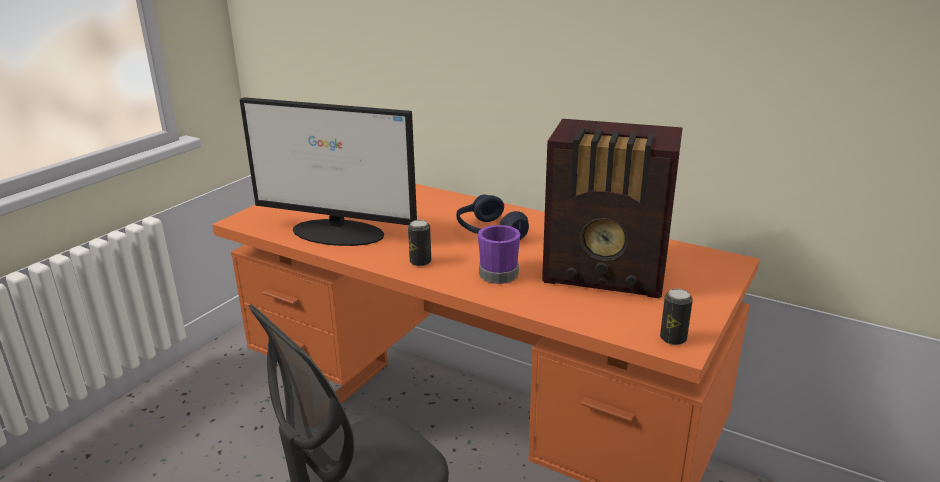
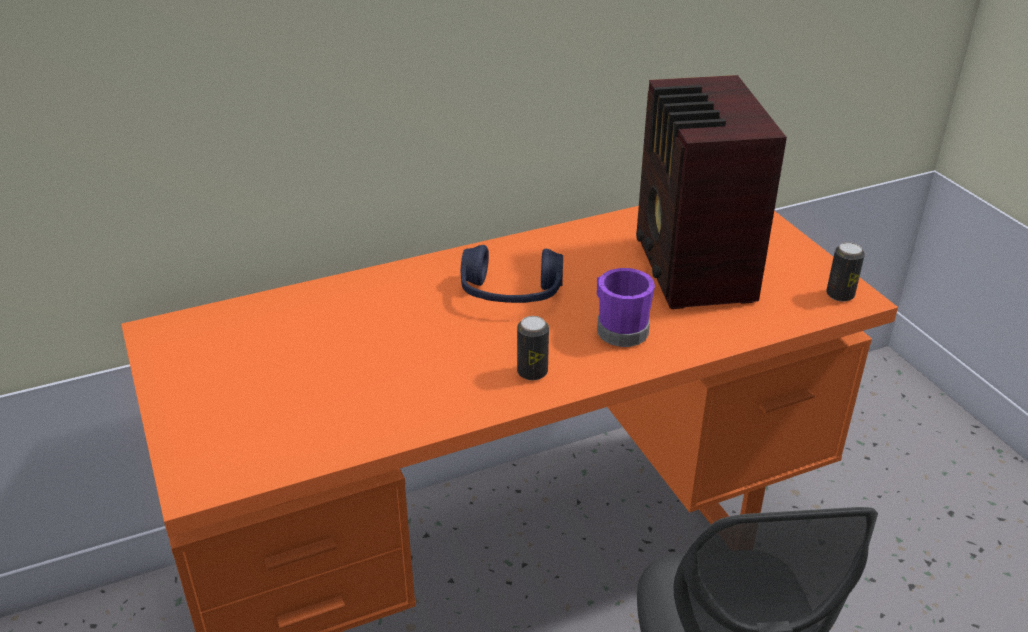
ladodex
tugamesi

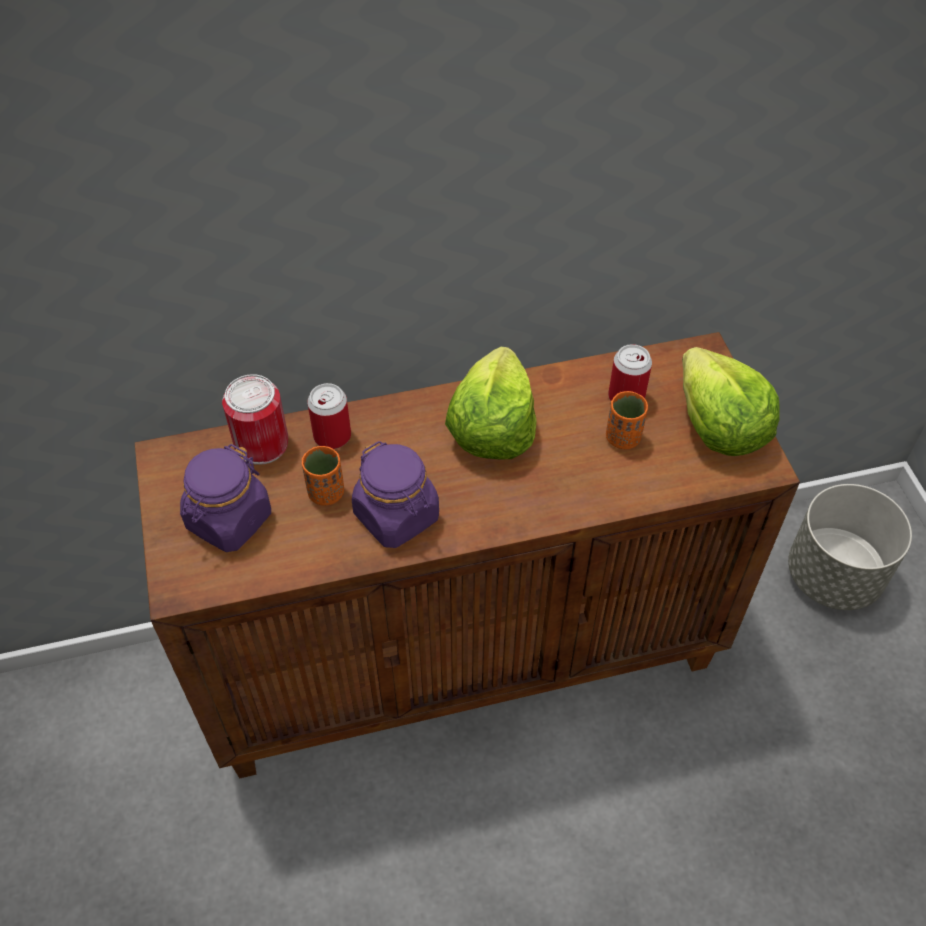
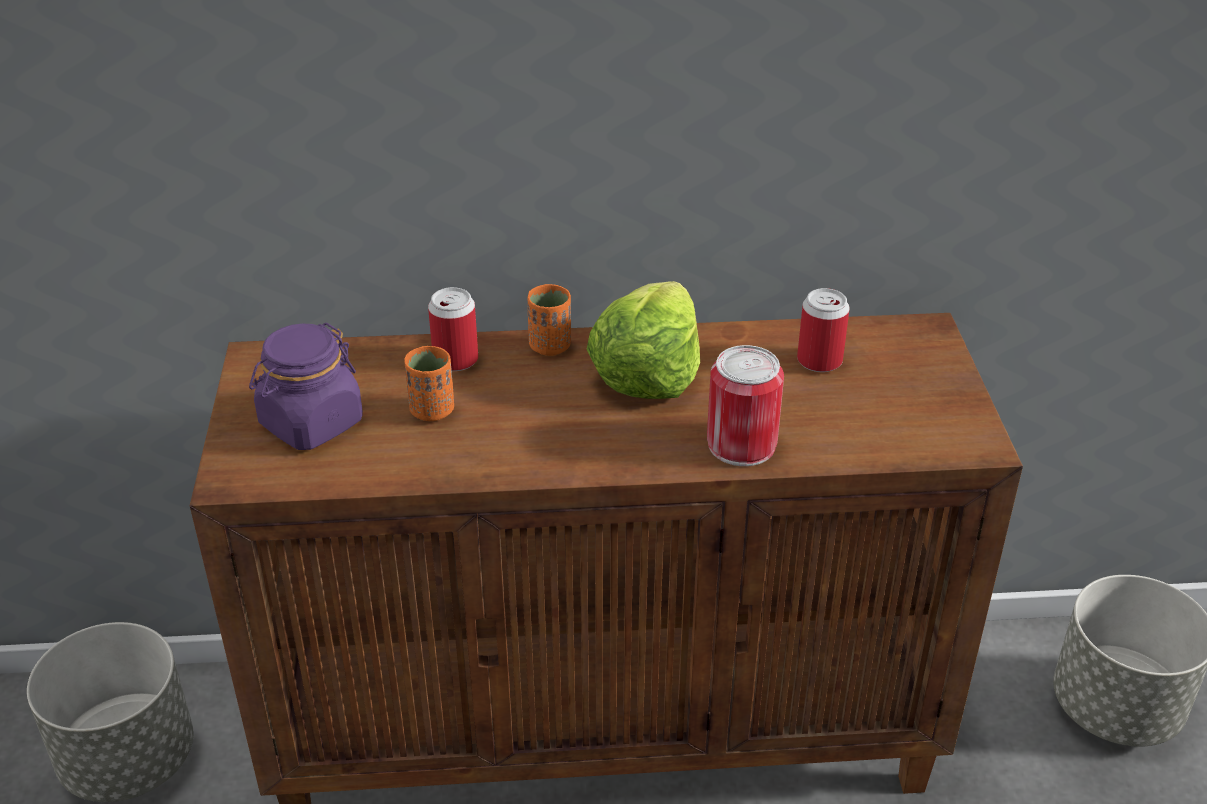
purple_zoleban (2nd from left in the first image)
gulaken (2nd from left in the first image)
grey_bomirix (1st from left)
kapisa (2nd from left)
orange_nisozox (2nd from left)

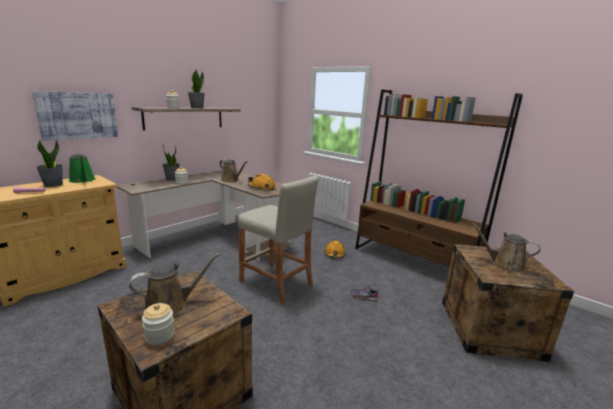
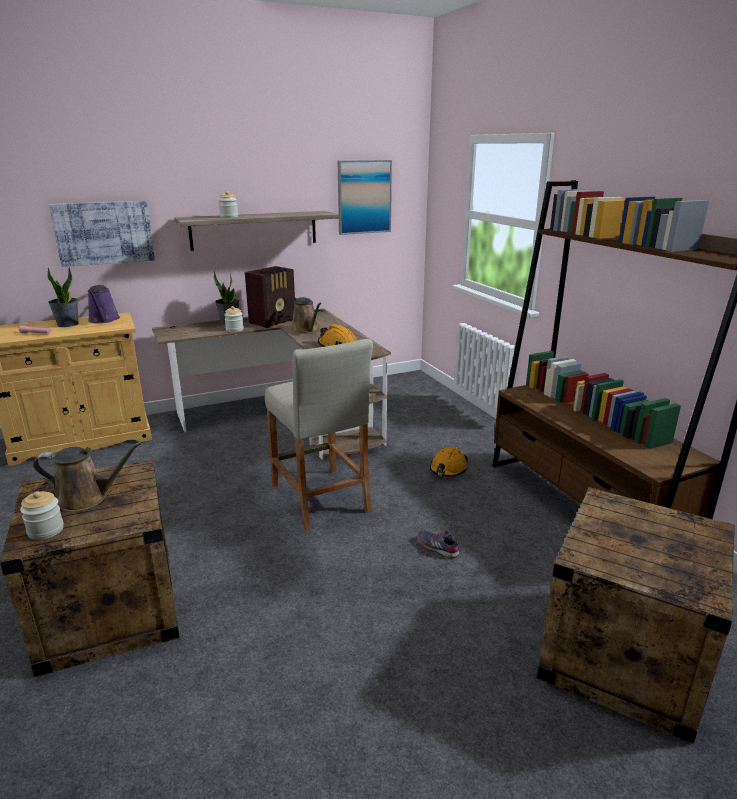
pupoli (3rd from left in the first image)
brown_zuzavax (3rd from left in the first image)
tugamesi
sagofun (2nd from left)
purple_zuzavax

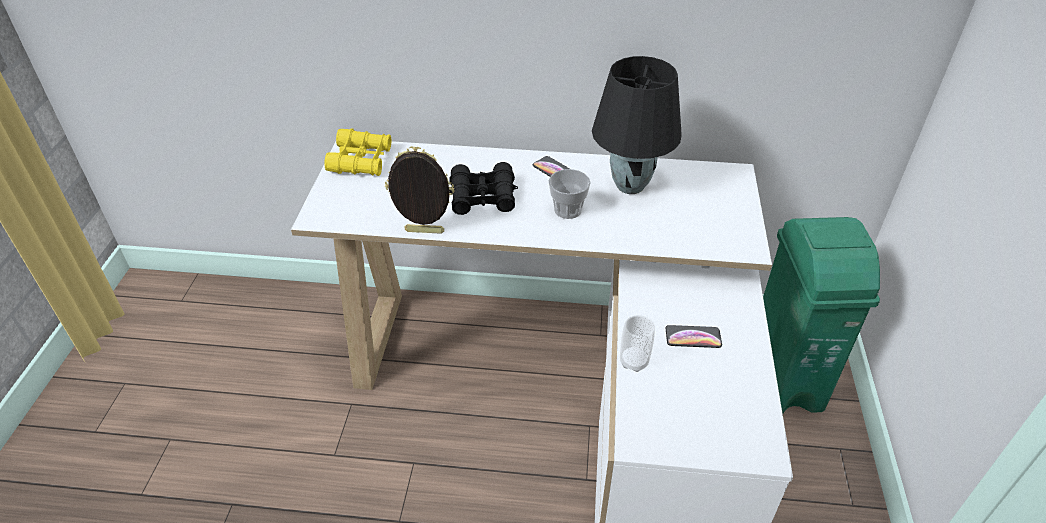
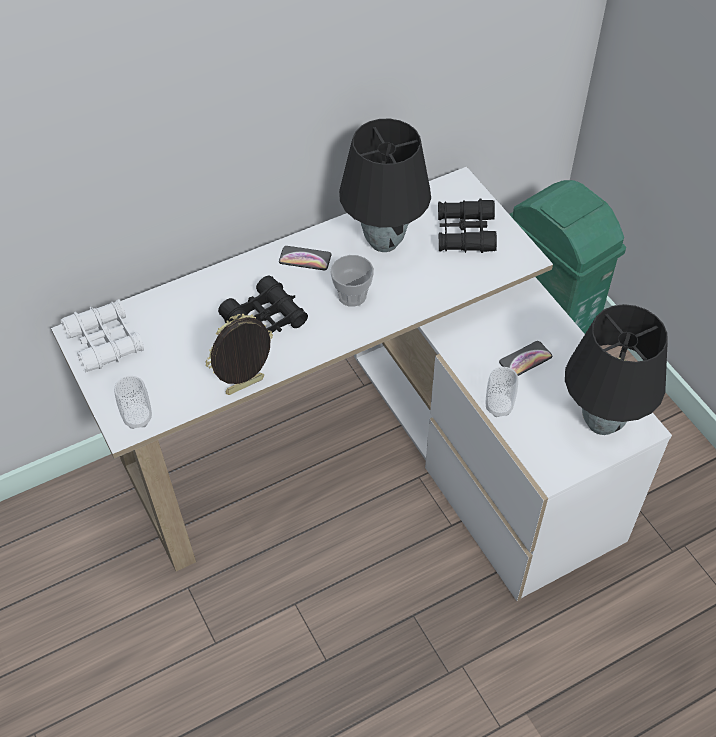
nisozox (1st from left)
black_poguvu (2nd from left)
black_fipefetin (2nd from left)
white_poguvu

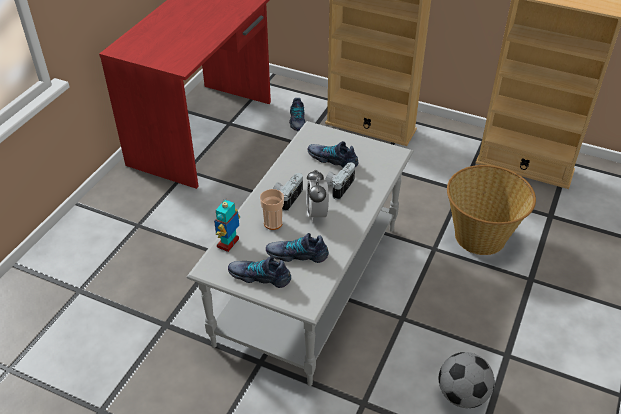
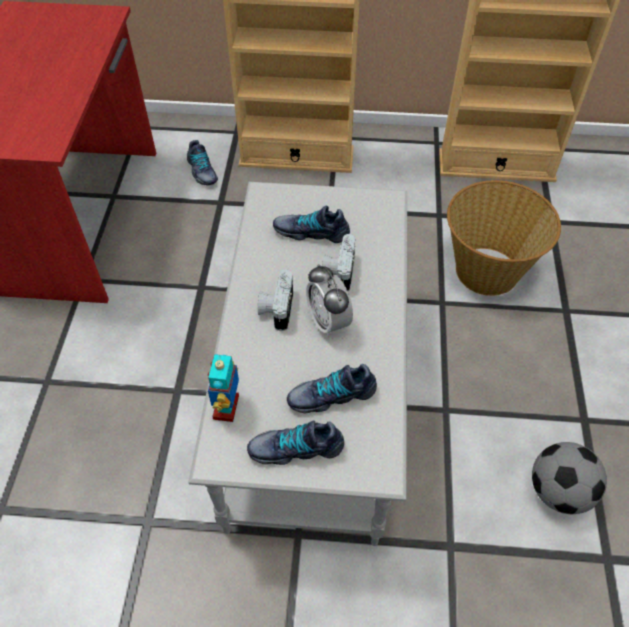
nisozox

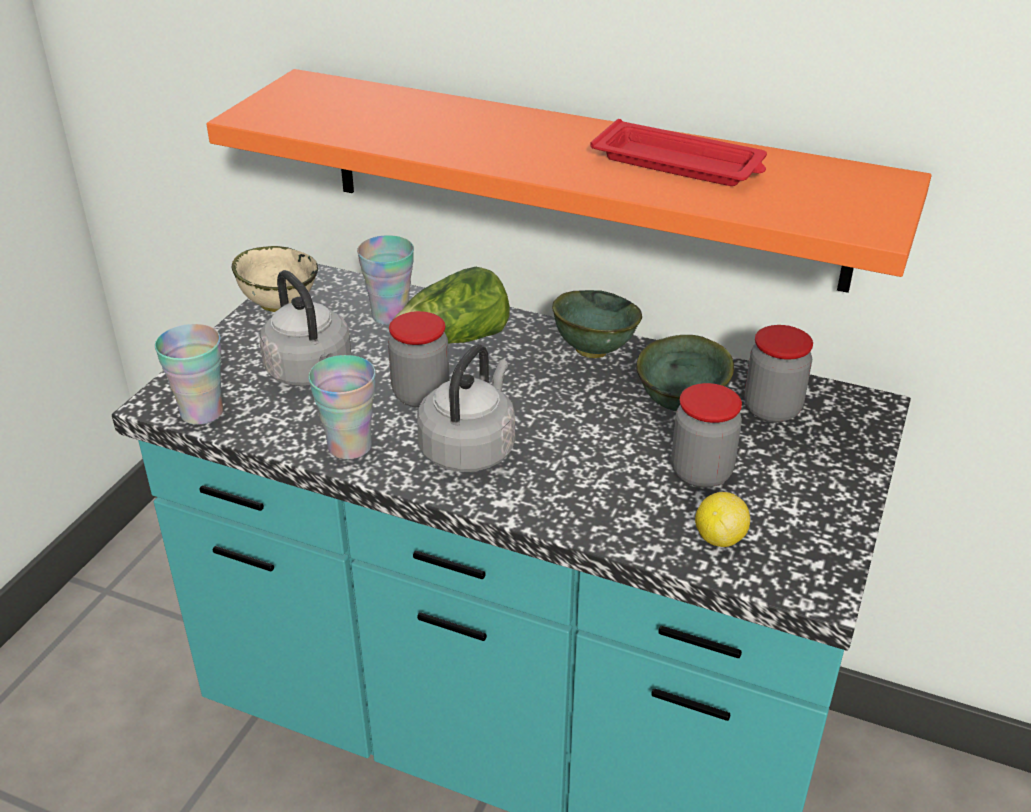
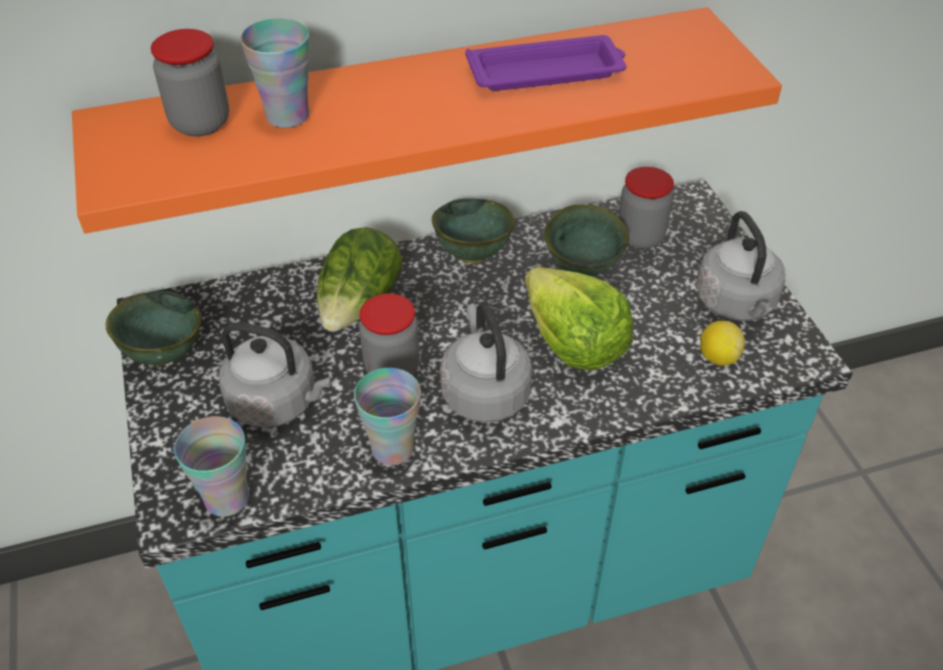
gulaken (2nd from left)
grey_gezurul (3rd from left)
nisozox (2nd from left)
zoleban (1st from left)
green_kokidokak (1st from left)
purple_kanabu

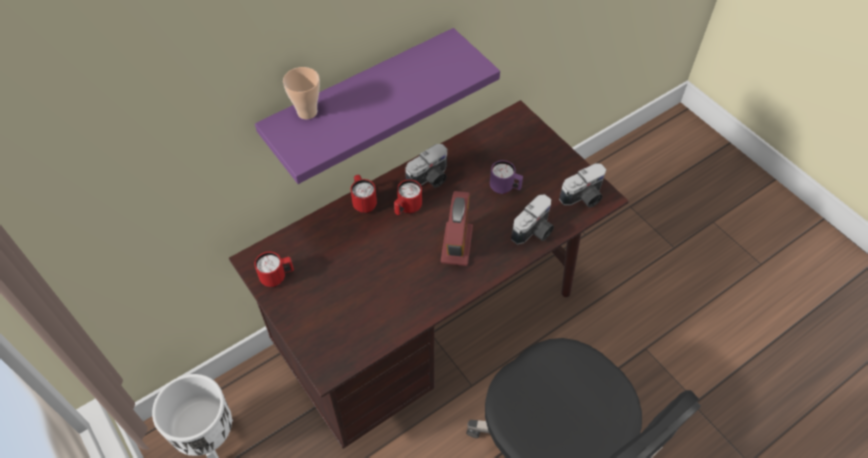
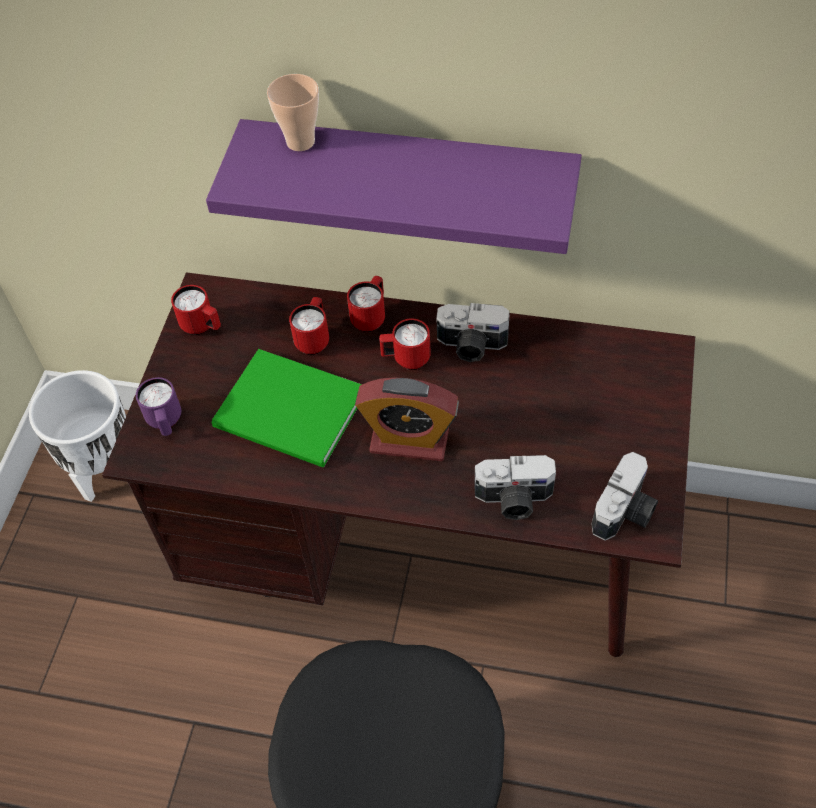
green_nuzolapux
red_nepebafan (2nd from left)
purple_nepebafan
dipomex
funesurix (3rd from left)

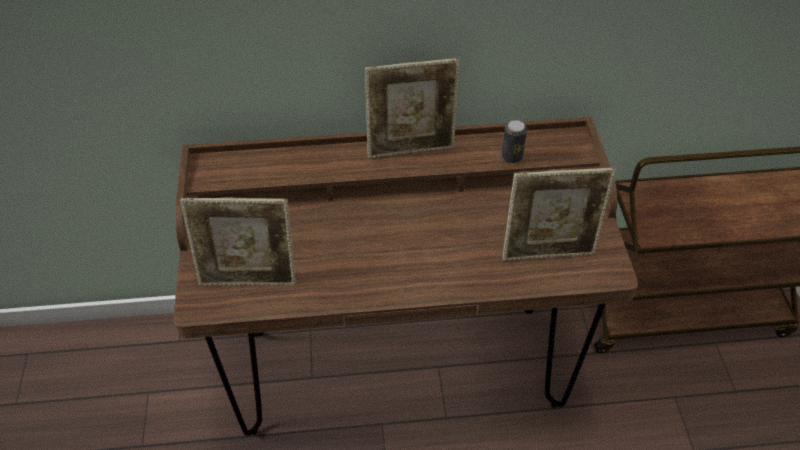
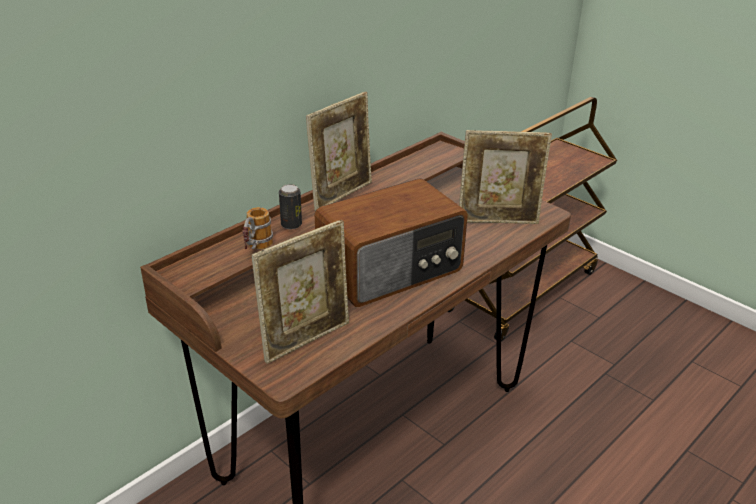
nepebafan
tugamesi
kapisa
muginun (3rd from left)

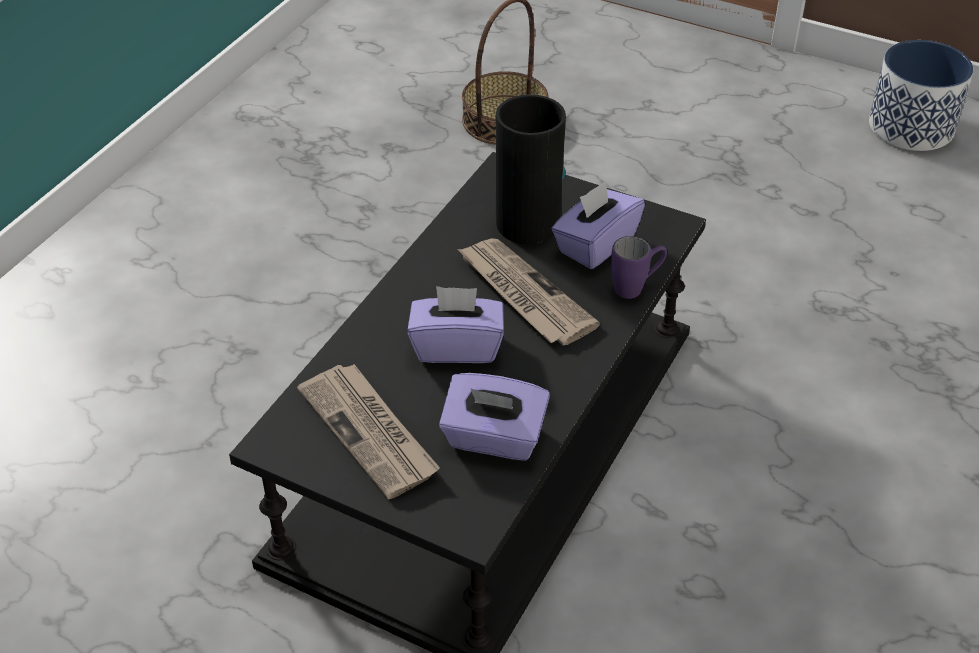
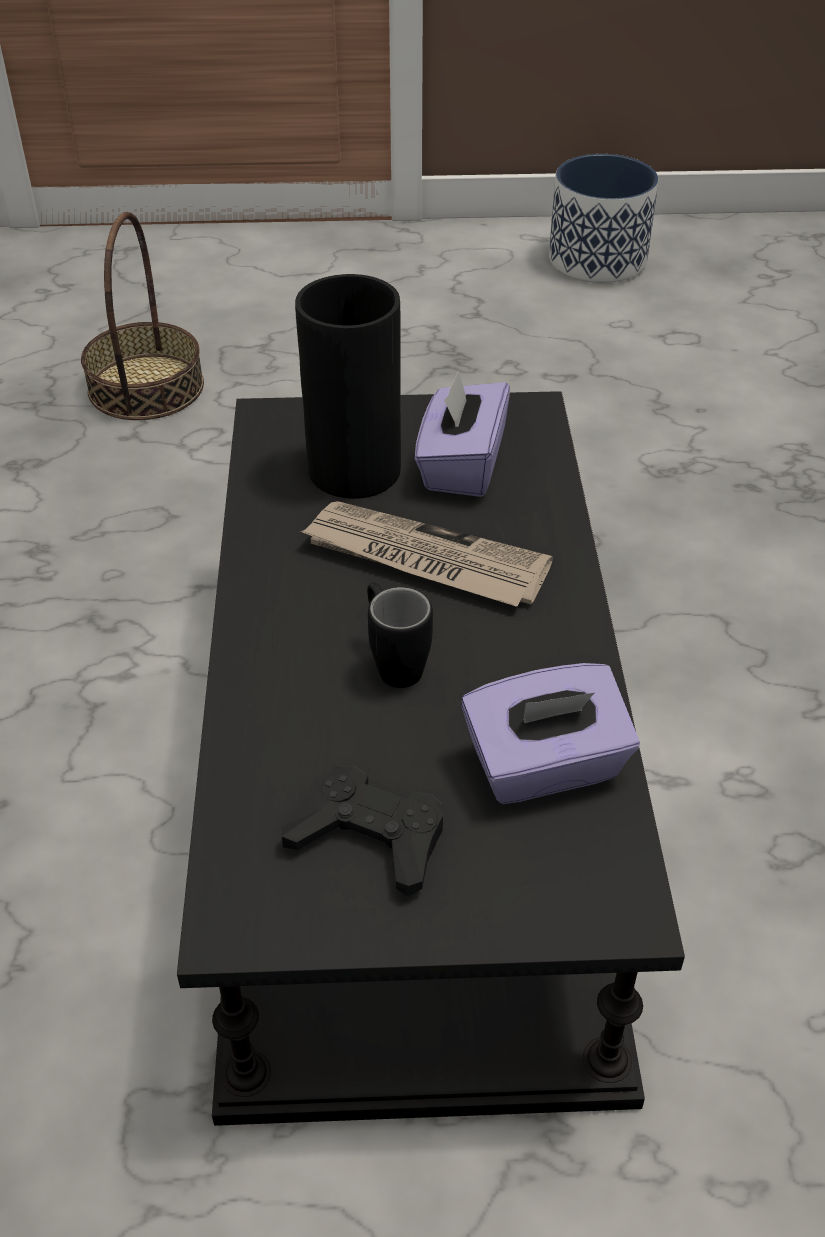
purple_nepebafan
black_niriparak
black_nepebafan

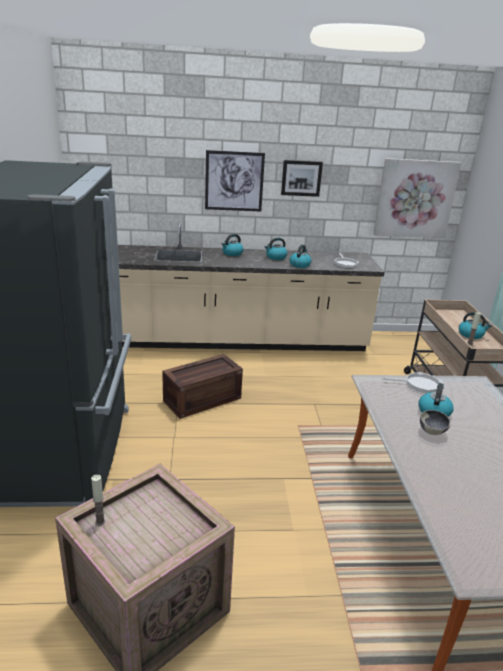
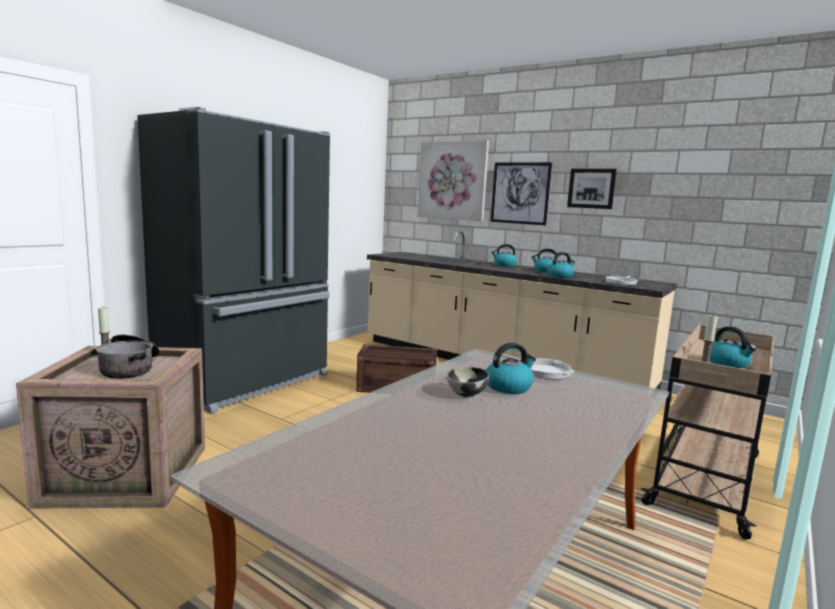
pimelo
sagofun (1st from left)

